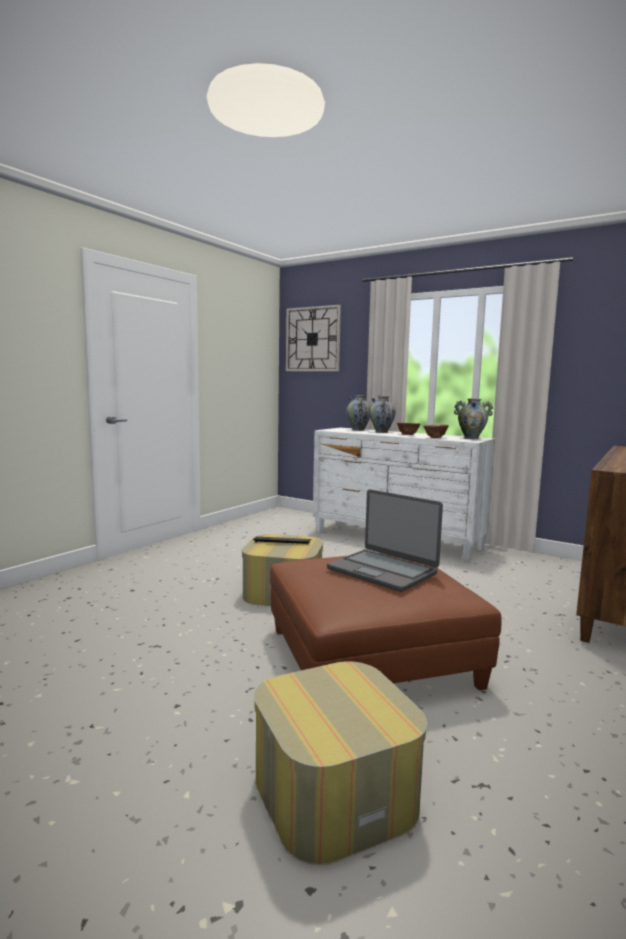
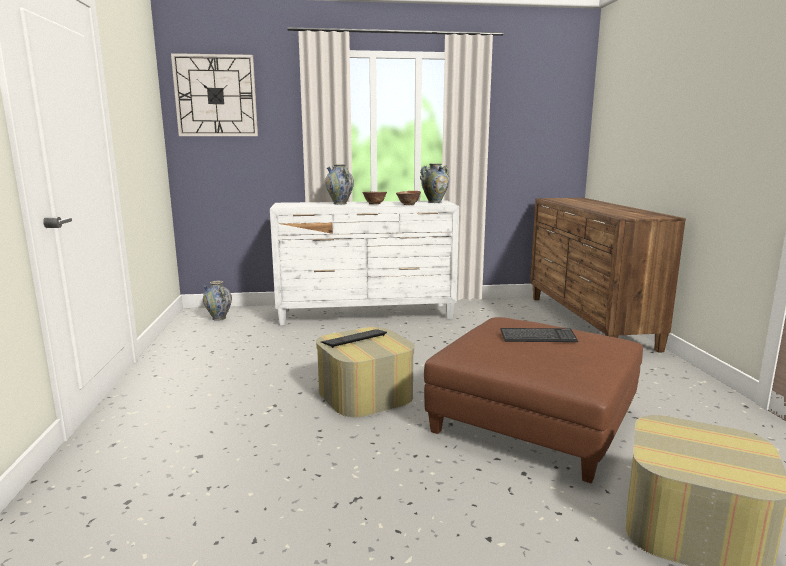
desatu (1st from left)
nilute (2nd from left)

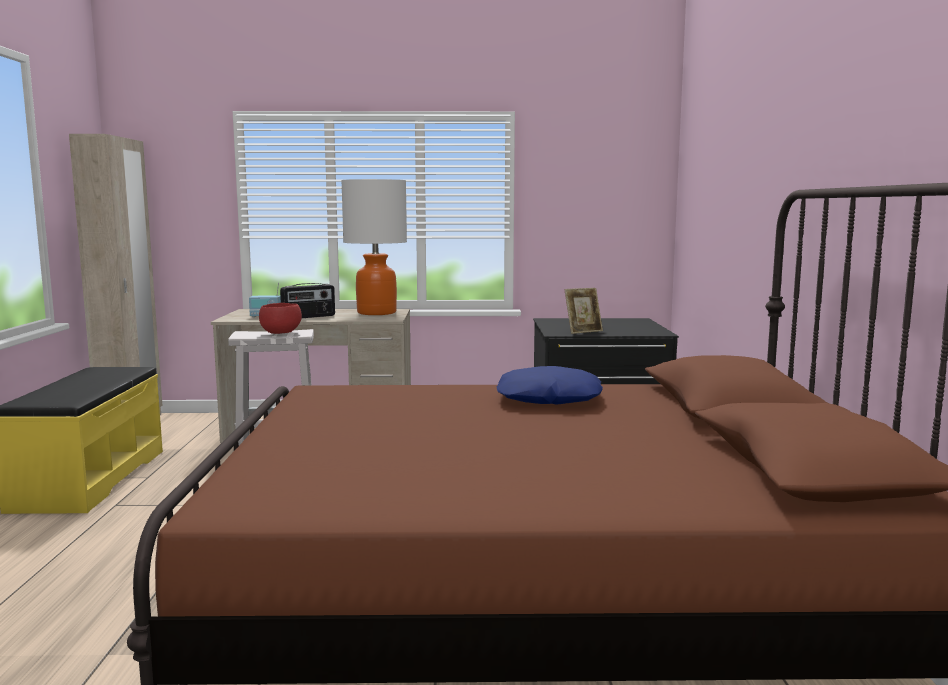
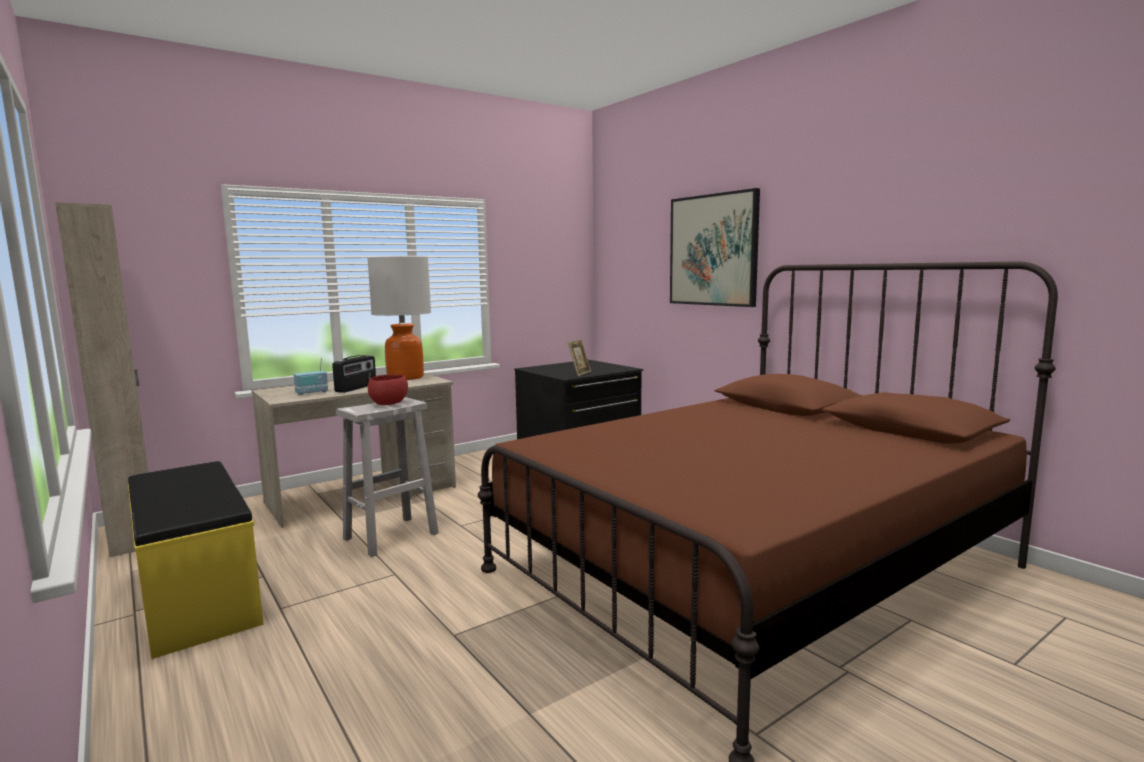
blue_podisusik
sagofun

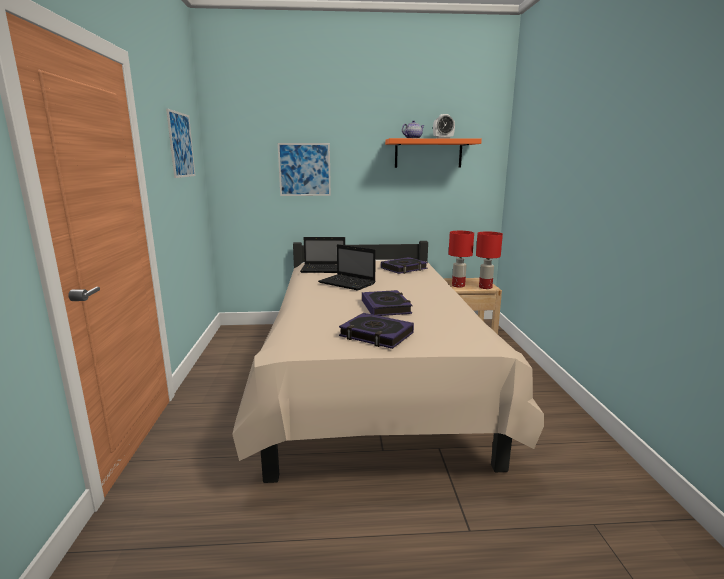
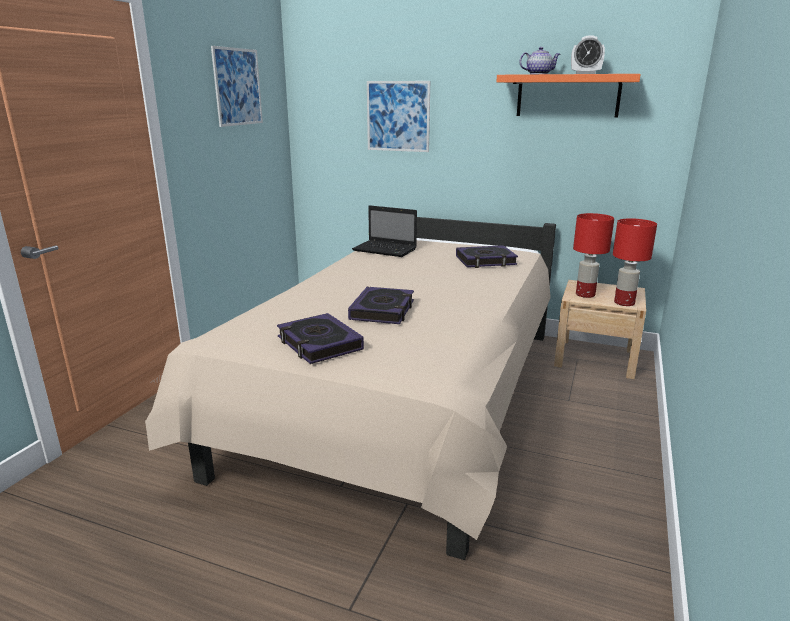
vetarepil (2nd from left in the first image)

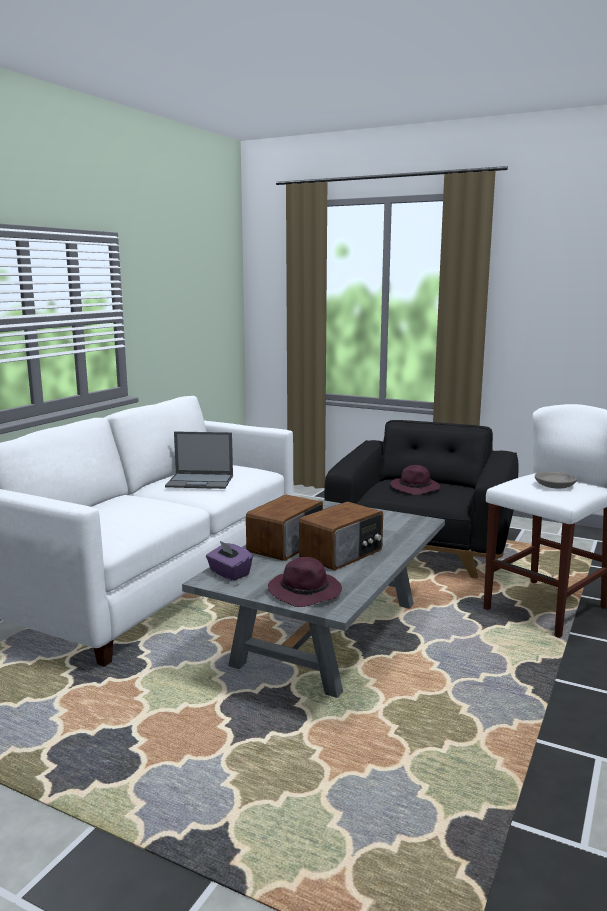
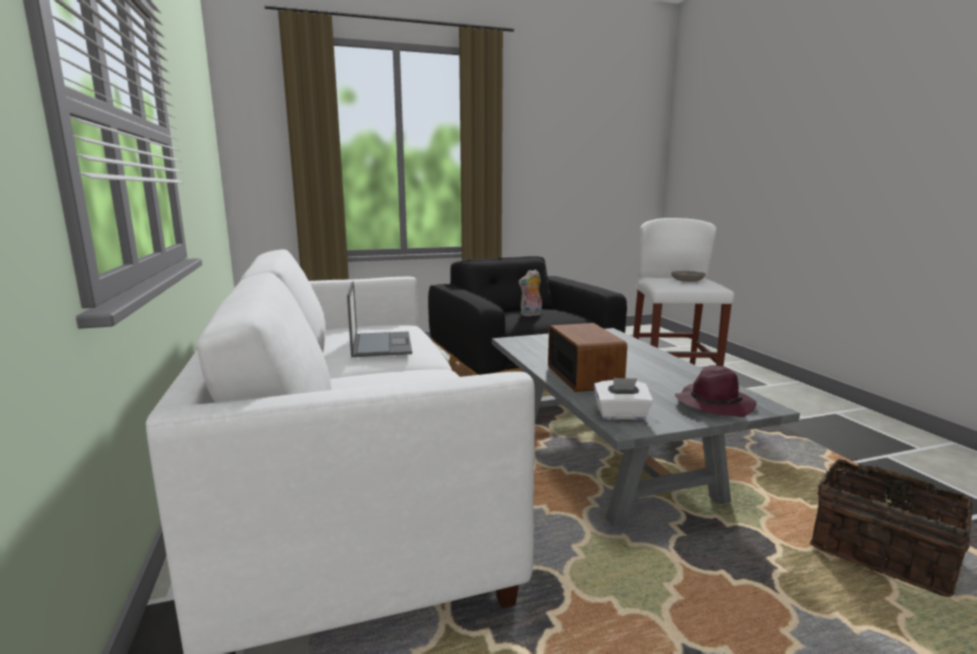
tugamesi (2nd from left in the first image)
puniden
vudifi
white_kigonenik
vetarepil

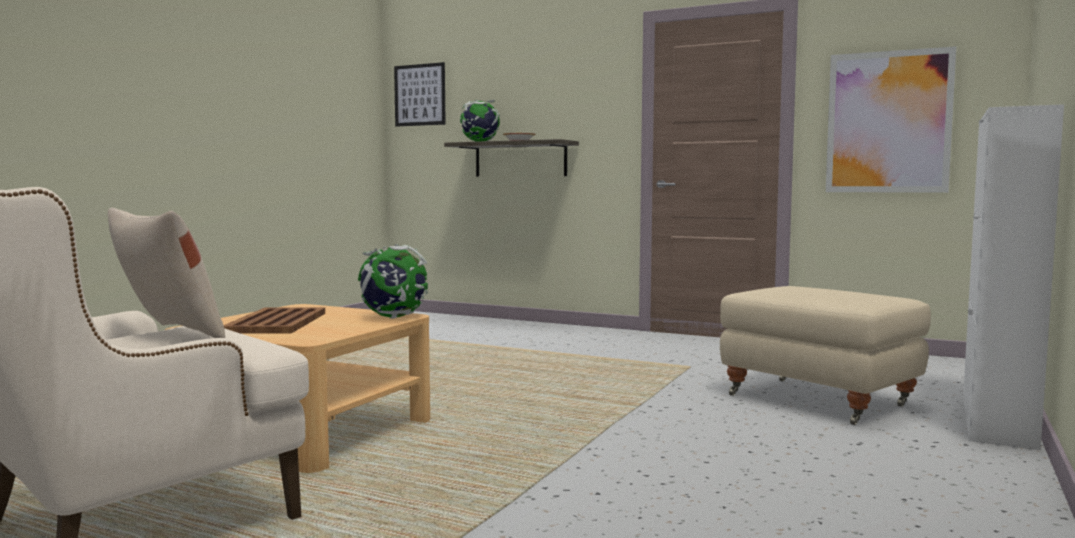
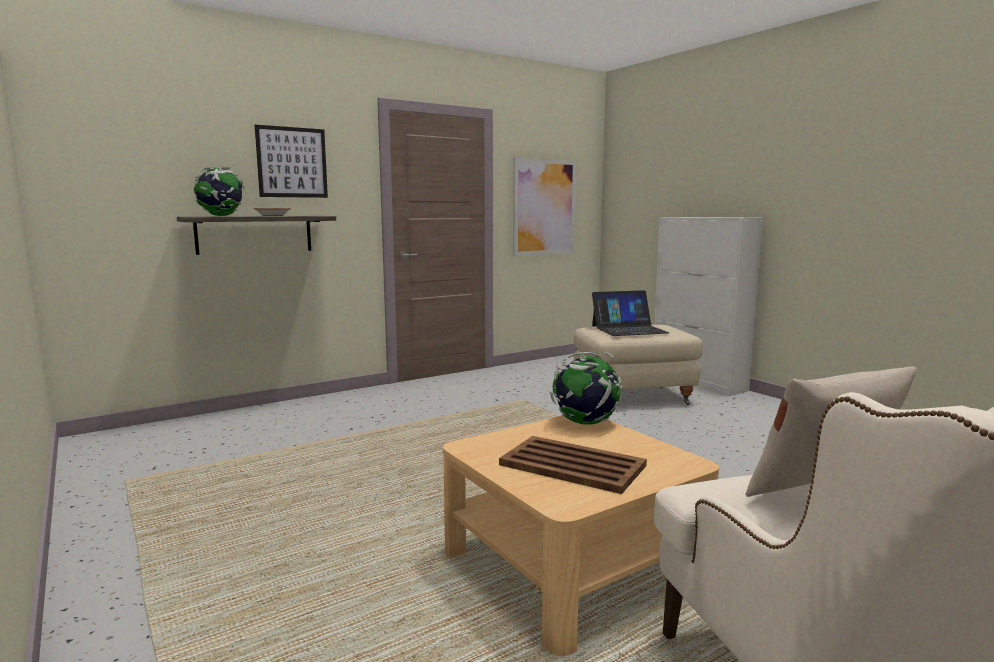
vetarepil
sagofun (1st from left)

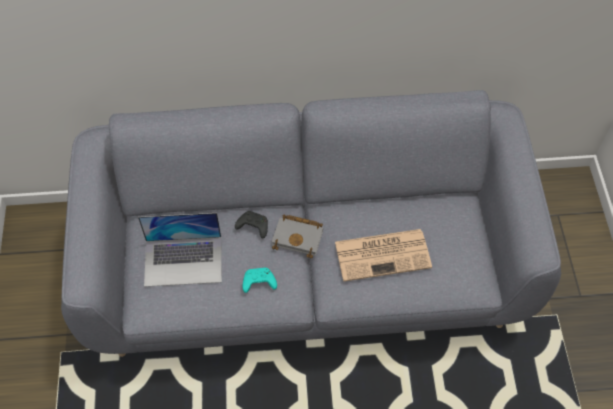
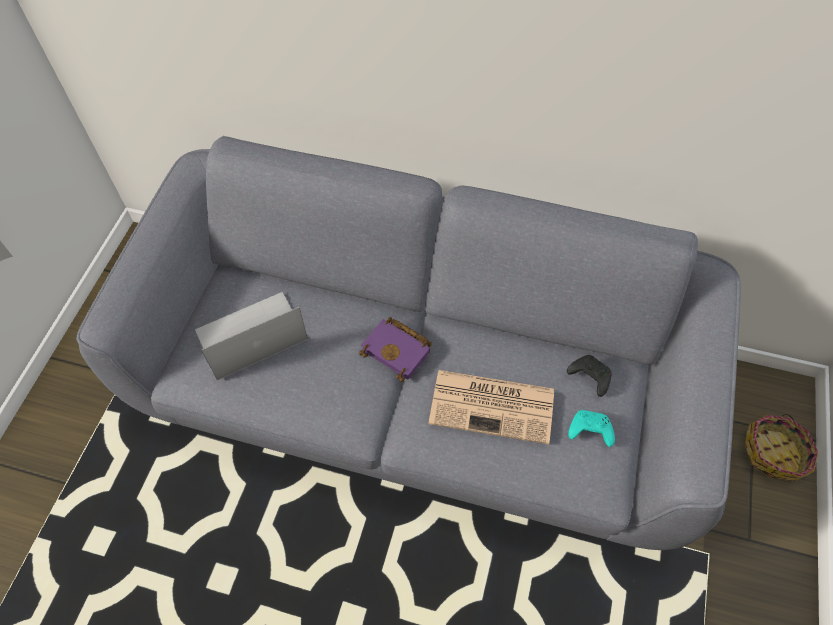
puniden
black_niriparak
turquoise_niriparak
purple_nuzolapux
vetarepil

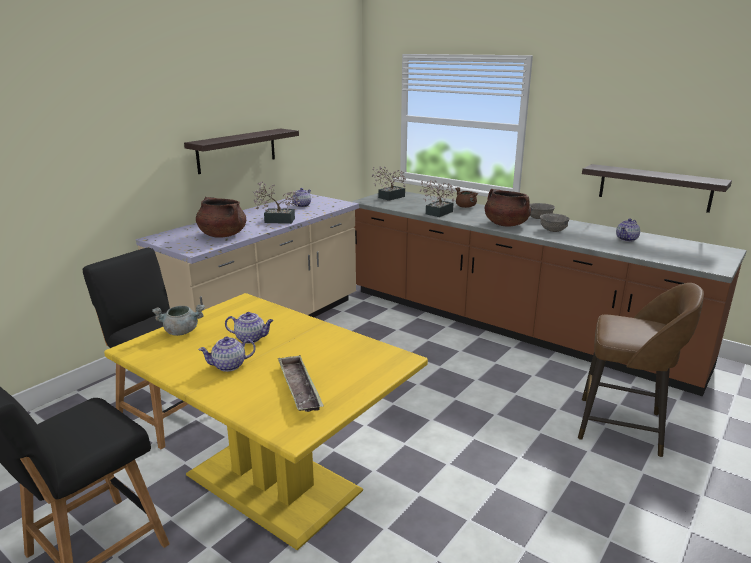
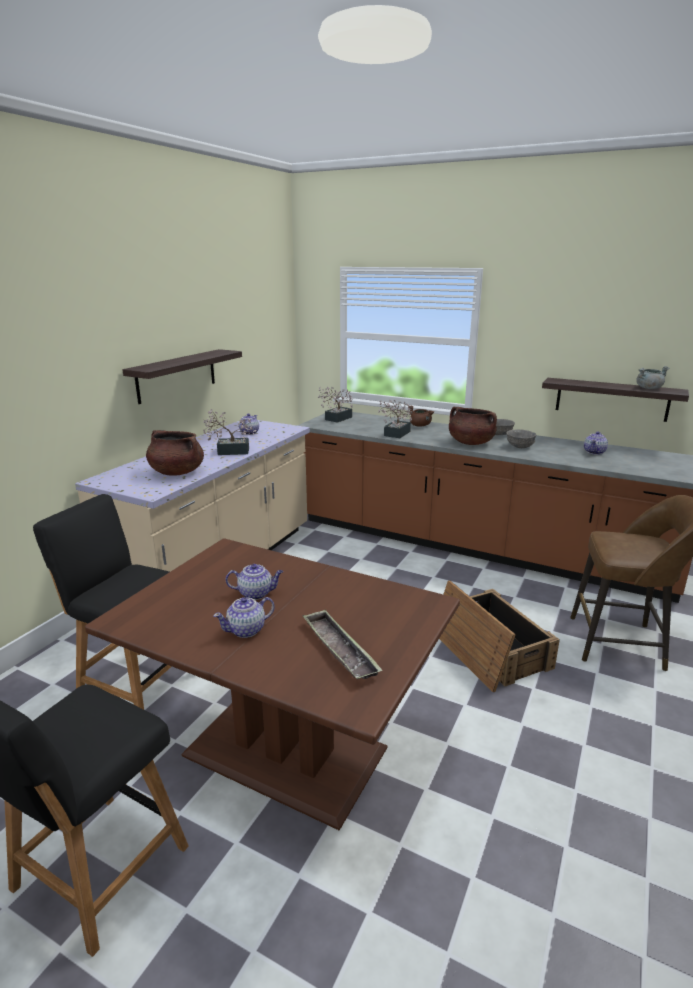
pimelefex
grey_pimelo
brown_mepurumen

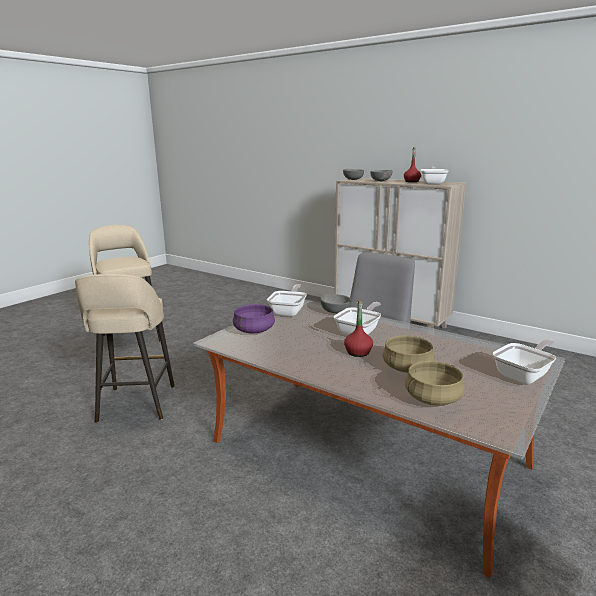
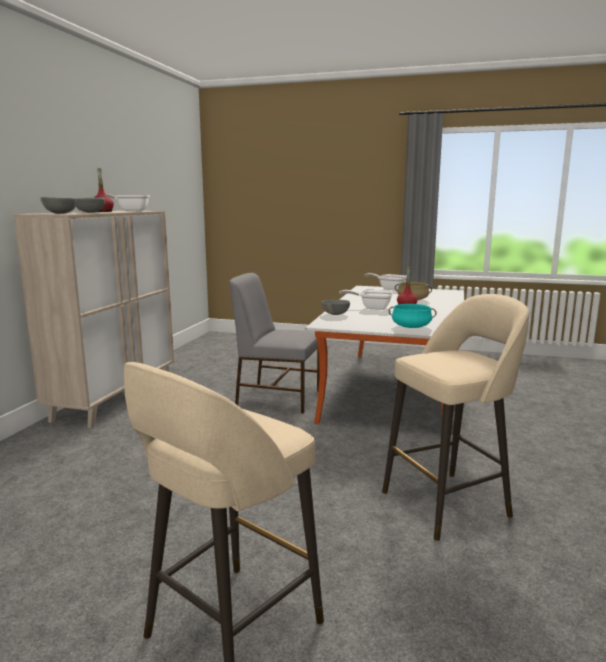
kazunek (1st from left in the first image)
beige_pimelo (2nd from left in the first image)
turquoise_pimelo

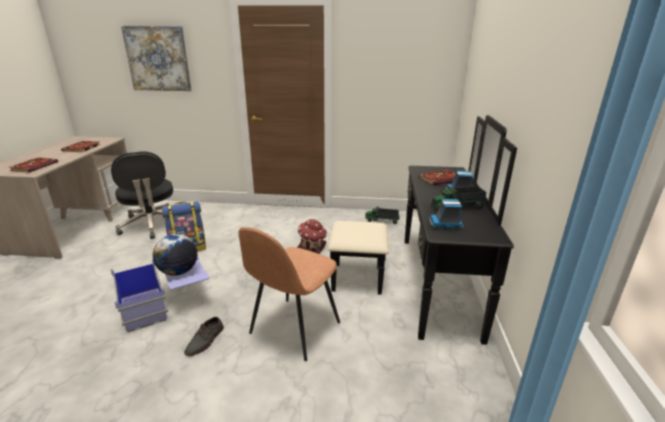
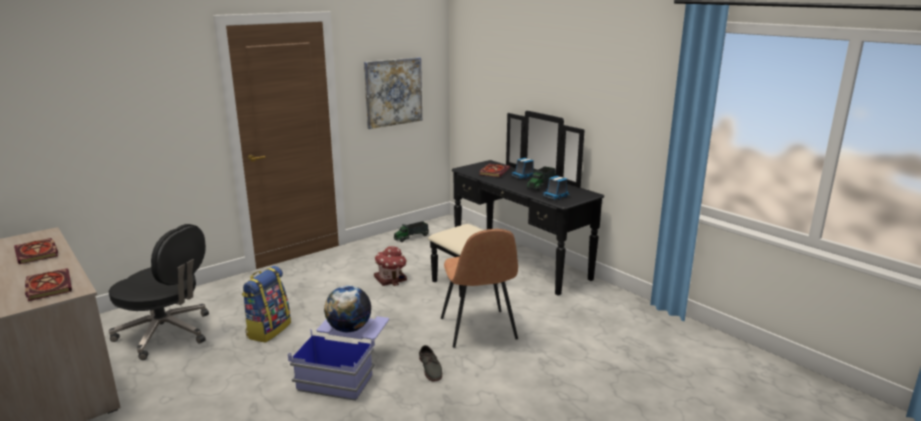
sagofun

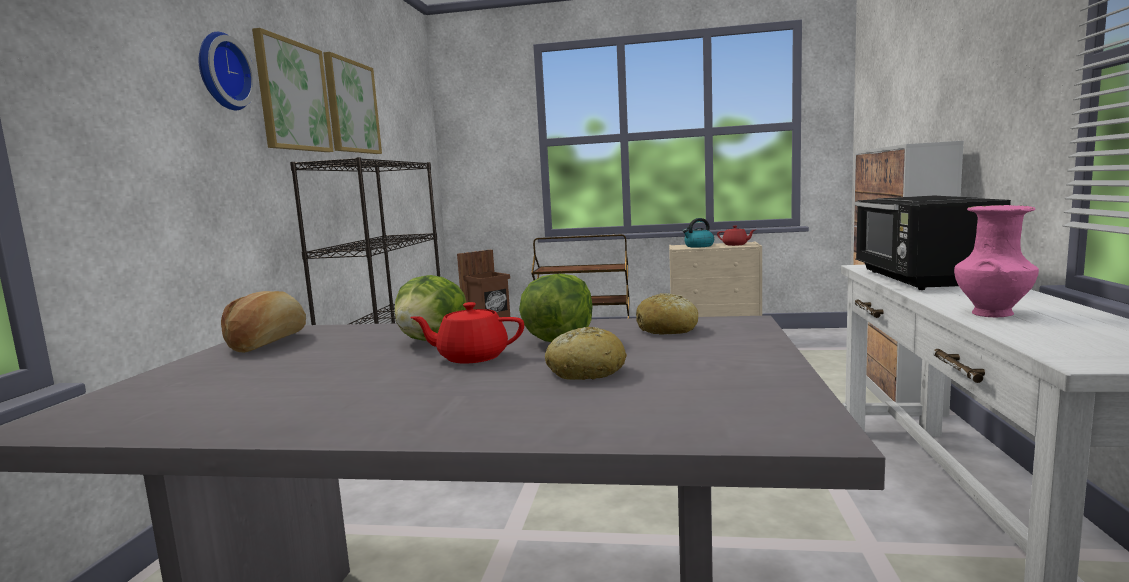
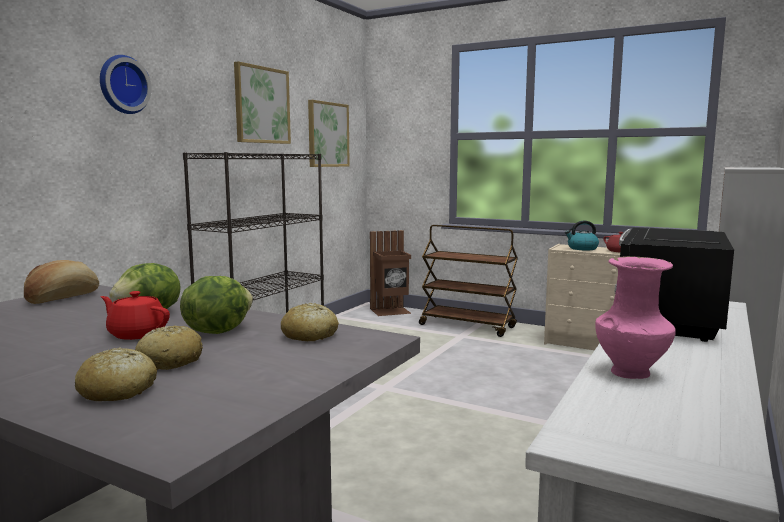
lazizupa (2nd from left)
sagofun (2nd from left)

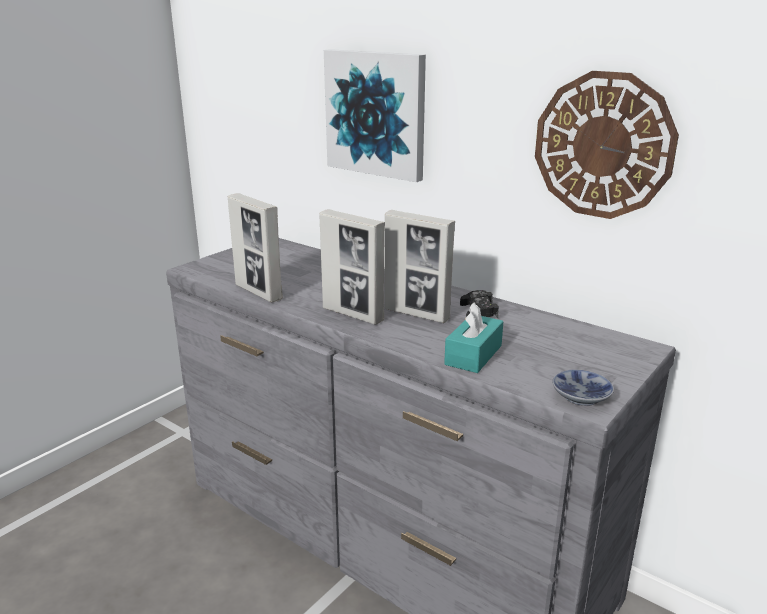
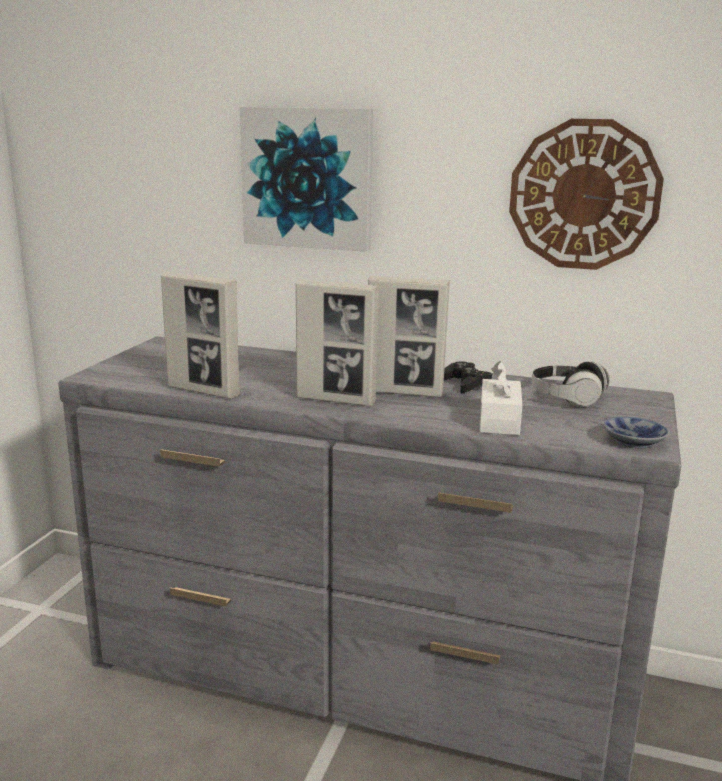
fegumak
white_kigonenik

